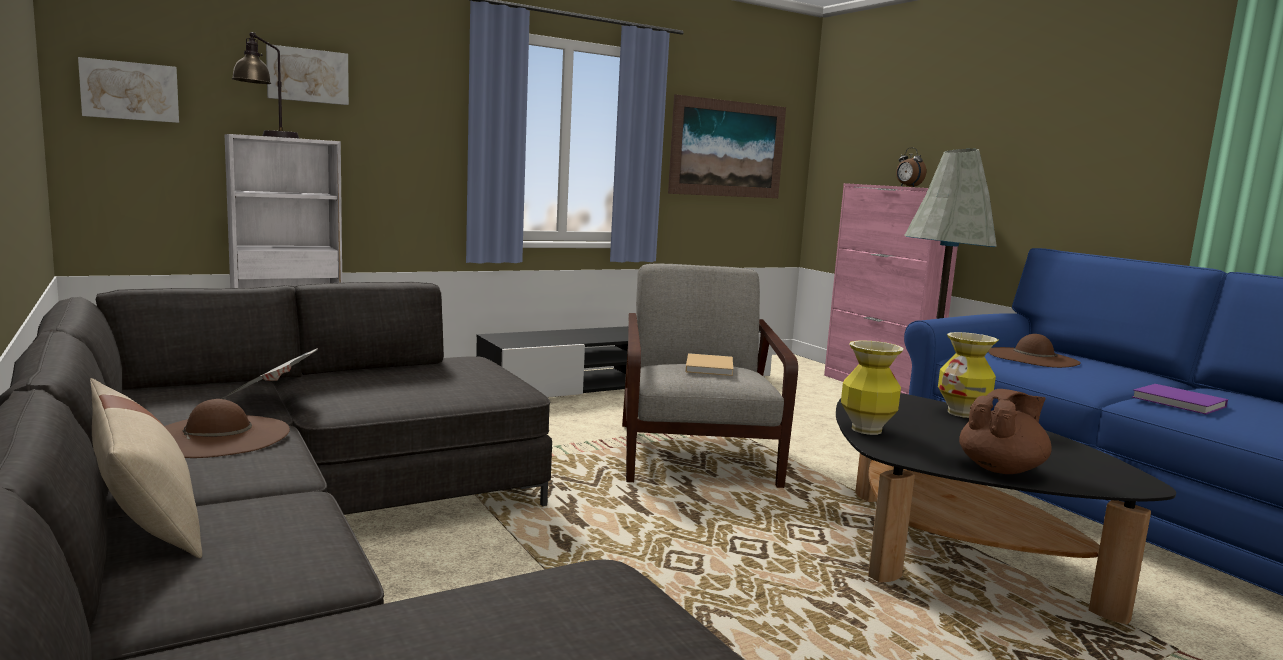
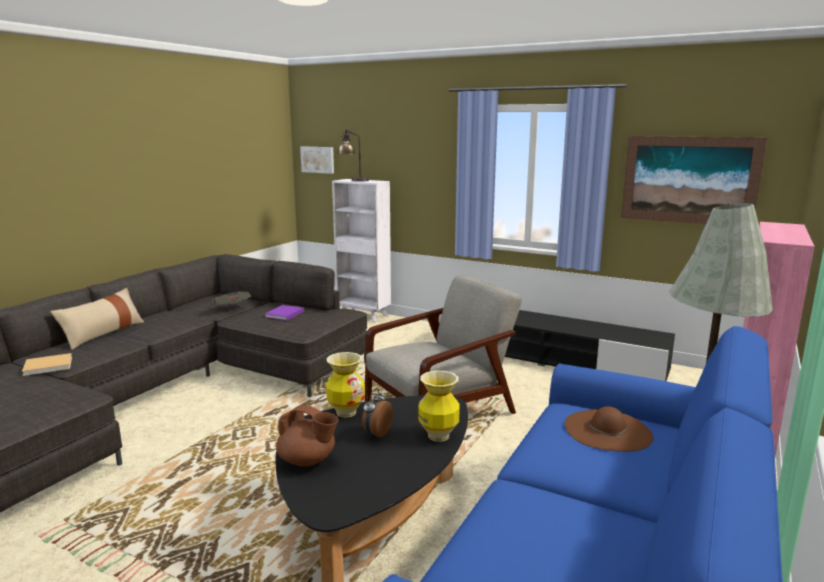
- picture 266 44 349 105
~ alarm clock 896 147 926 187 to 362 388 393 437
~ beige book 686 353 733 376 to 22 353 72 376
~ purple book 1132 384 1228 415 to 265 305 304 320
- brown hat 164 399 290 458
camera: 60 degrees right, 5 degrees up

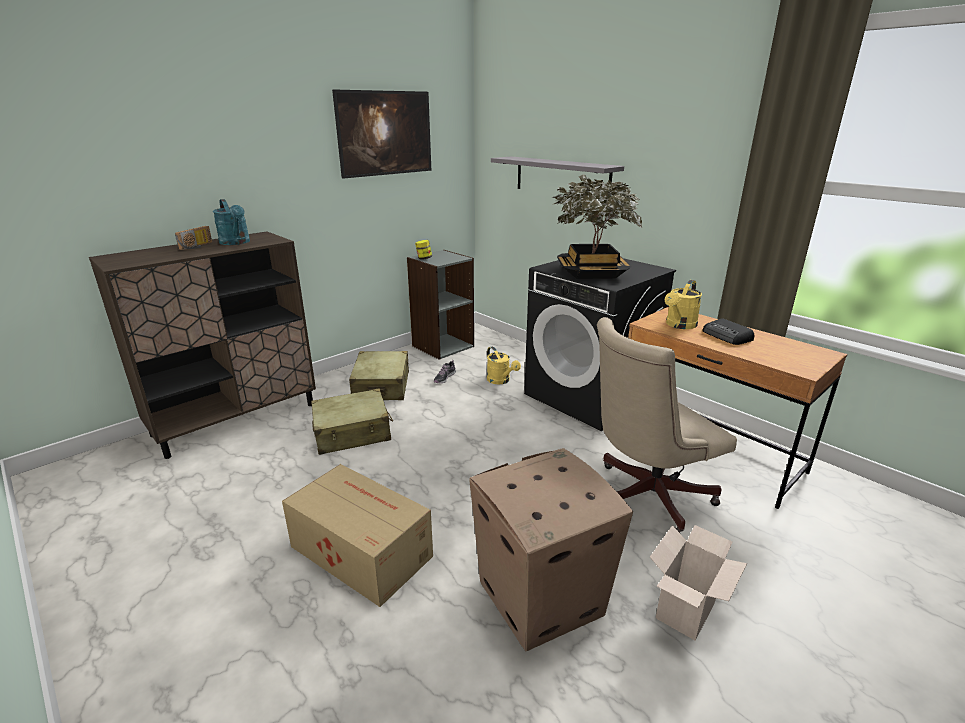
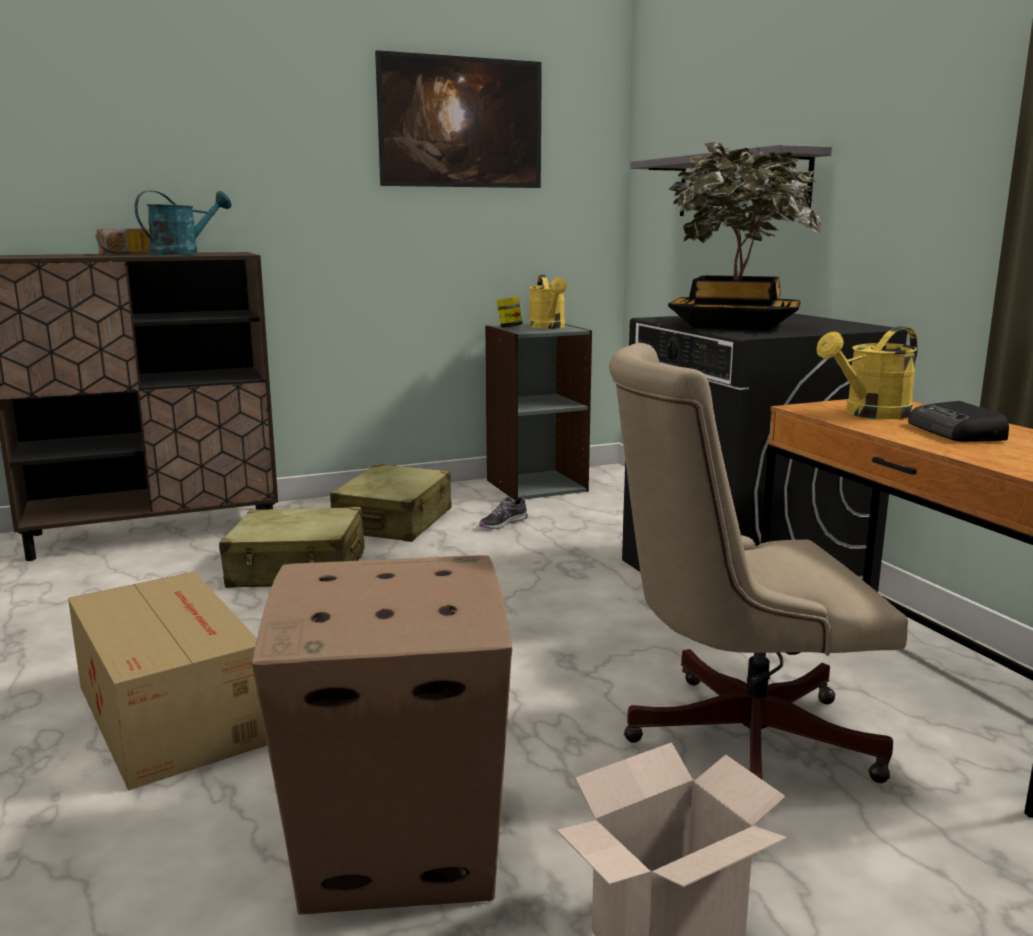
~ turquoise watering can 213 199 250 245 = 135 191 232 255 120 degrees counterclockwise
~ yellow watering can 487 346 521 385 to 529 275 567 329
camera: 20 degrees right, 10 degrees down

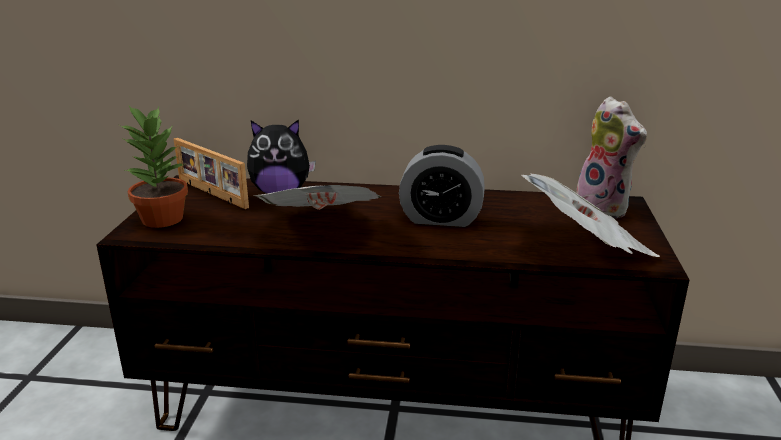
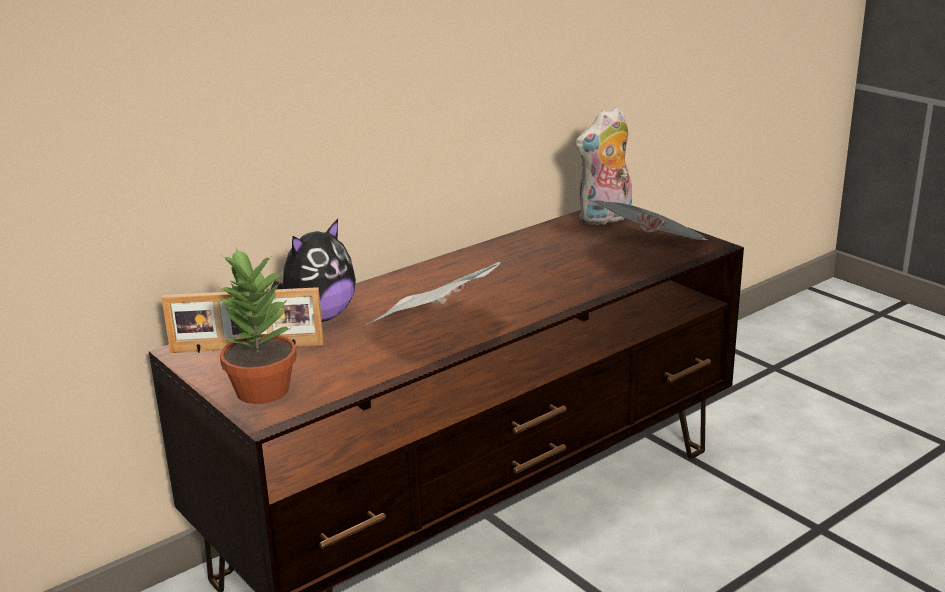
~ plush toy 576 96 647 219 = 576 107 632 225 135 degrees clockwise
- alarm clock 399 145 485 227
camera: 45 degrees left, 0 degrees up

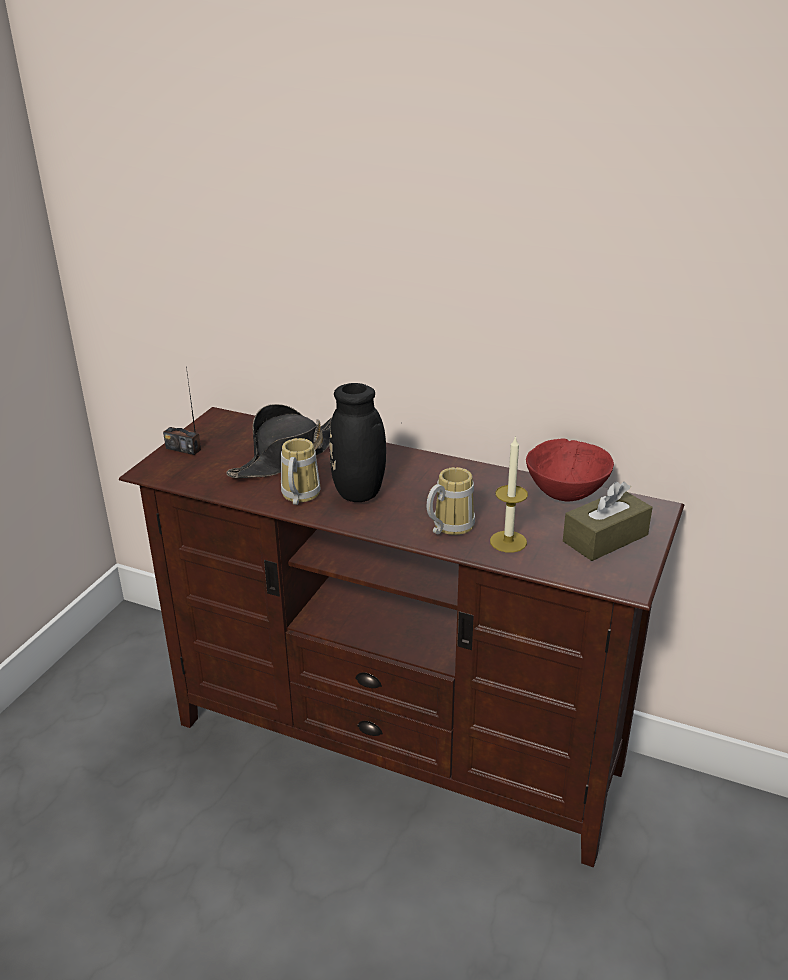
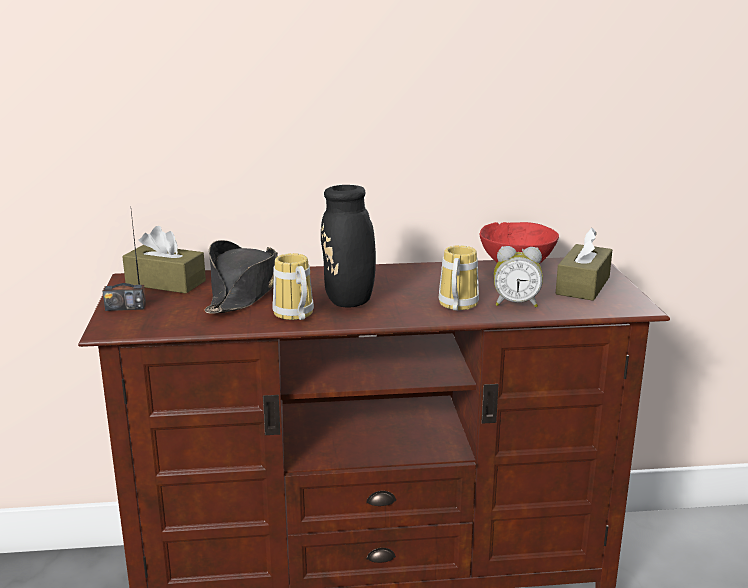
~ candle 490 435 528 553 to alarm clock 494 246 543 307
+ brown tissue box 122 226 206 293
camera: 30 degrees left, 10 degrees down

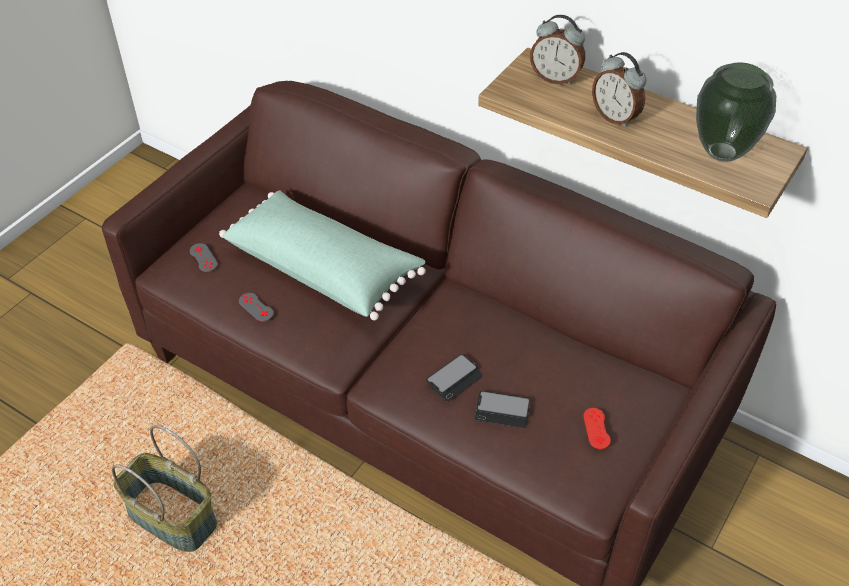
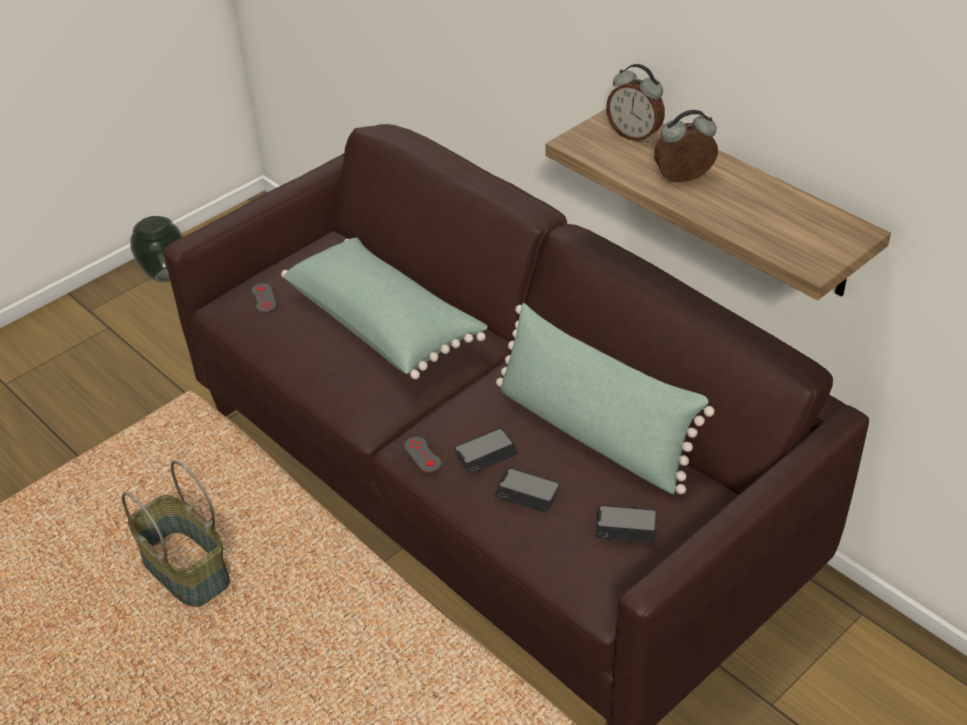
~ alarm clock 592 52 646 128 = 654 110 718 182 105 degrees clockwise
~ vase 696 62 776 162 to 131 216 183 282
~ grey game controller 239 293 274 322 to 404 437 441 472
~ red game controller 583 408 611 449 to phone 595 505 657 543
+ green pillow 496 303 714 494
camera: 15 degrees right, 5 degrees down

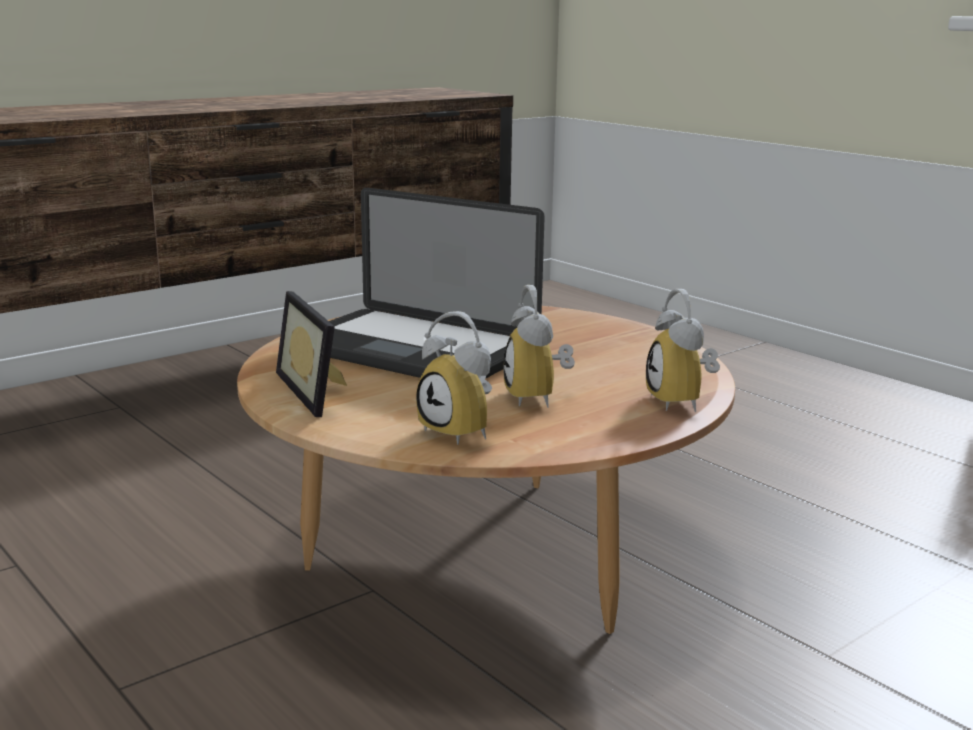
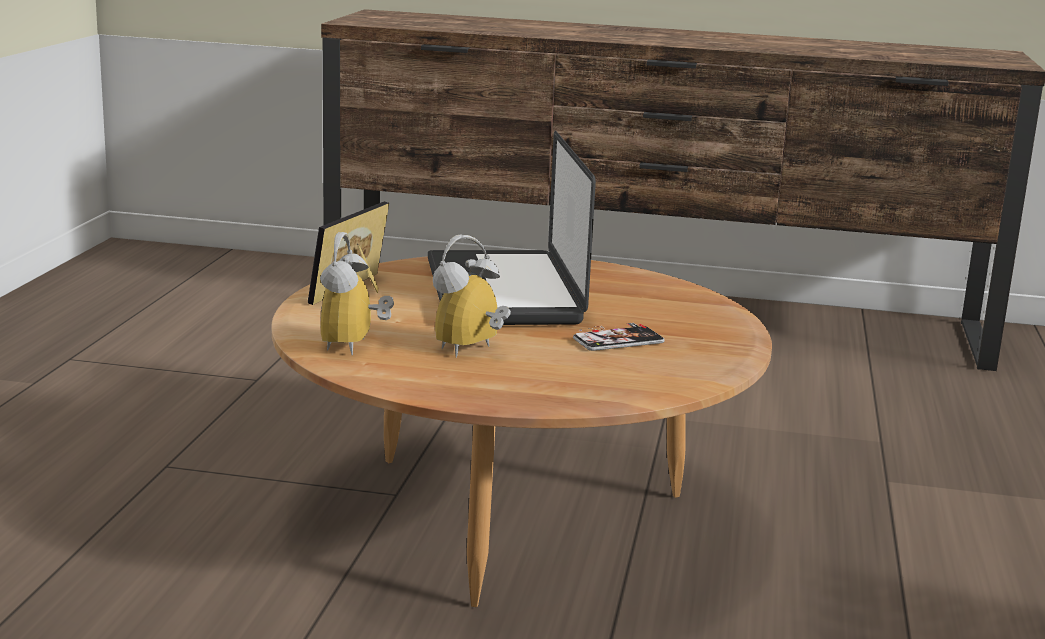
- alarm clock 646 289 720 412
+ phone 573 323 665 351
camera: 50 degrees right, 0 degrees up

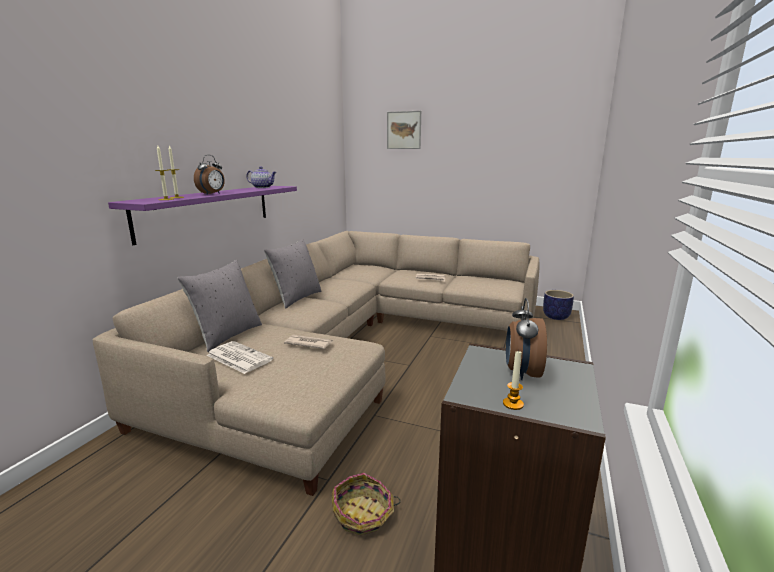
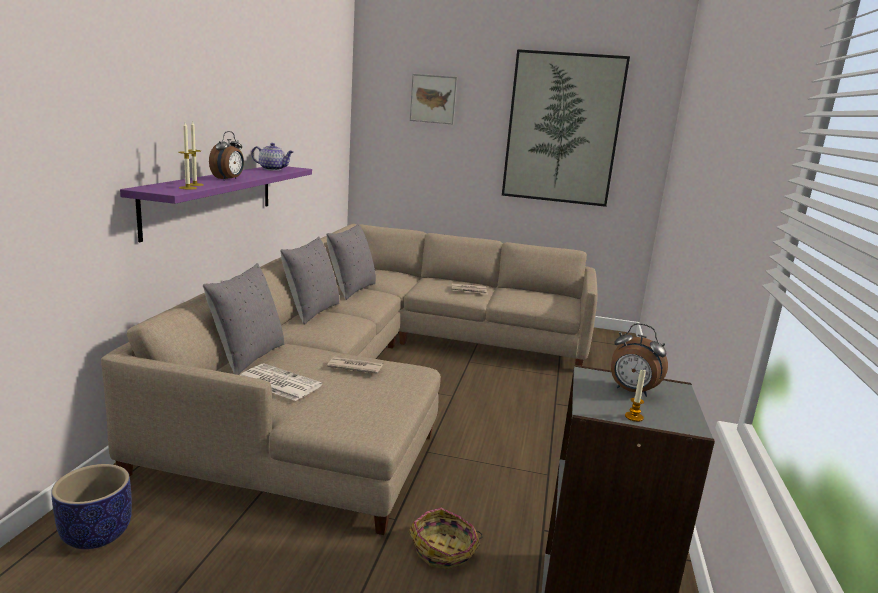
~ planter 543 290 574 320 to 51 464 132 549
~ alarm clock 506 298 547 380 = 611 323 668 397 60 degrees counterclockwise
+ picture 502 49 630 207
+ grey pillow 326 223 376 300
camera: 10 degrees left, 0 degrees up

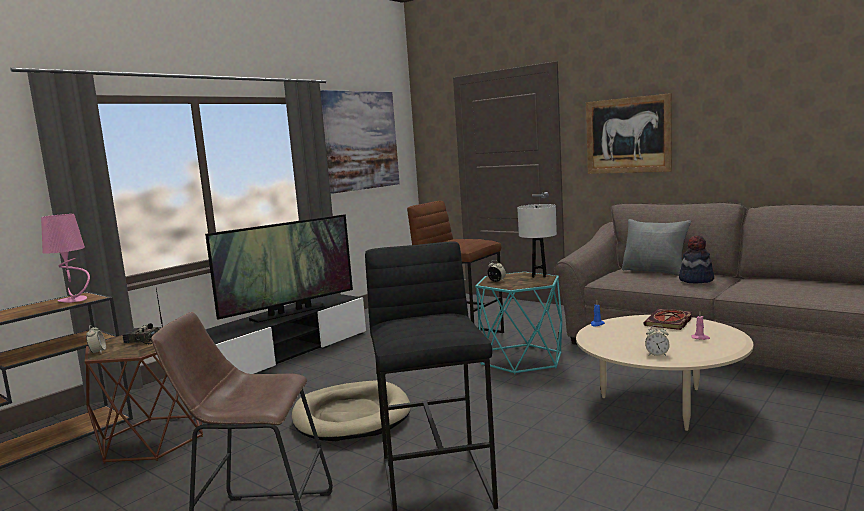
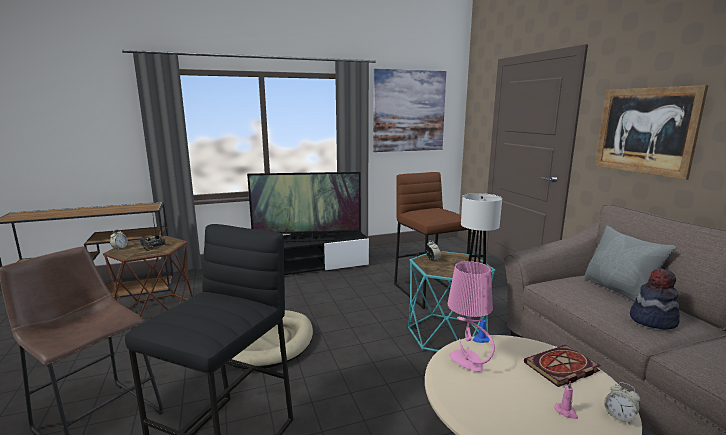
~ pink table lamp 41 214 90 303 to 448 261 495 372
~ alarm clock 645 325 670 356 to 604 382 641 425
camera: 30 degrees right, 5 degrees up

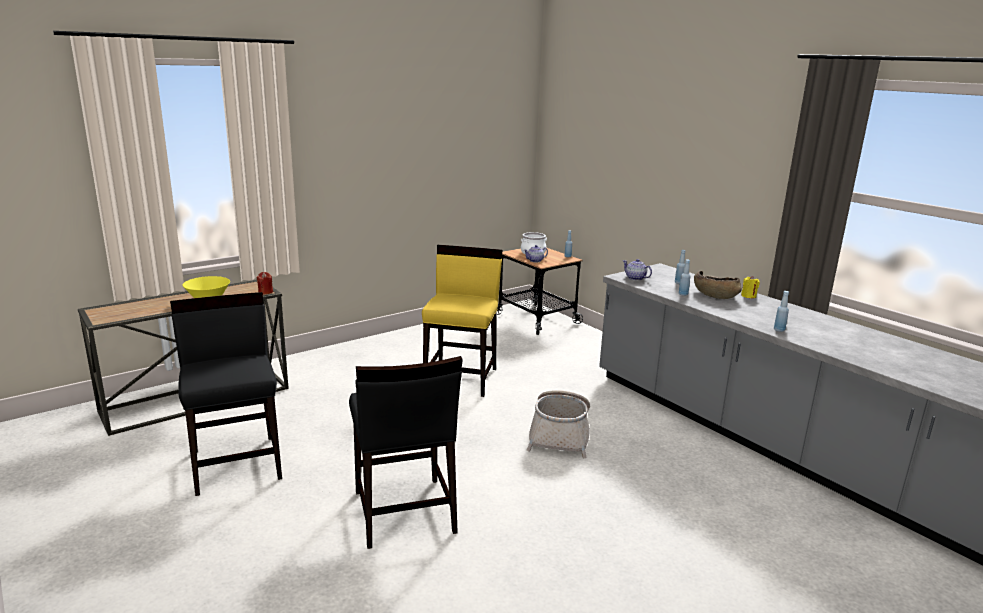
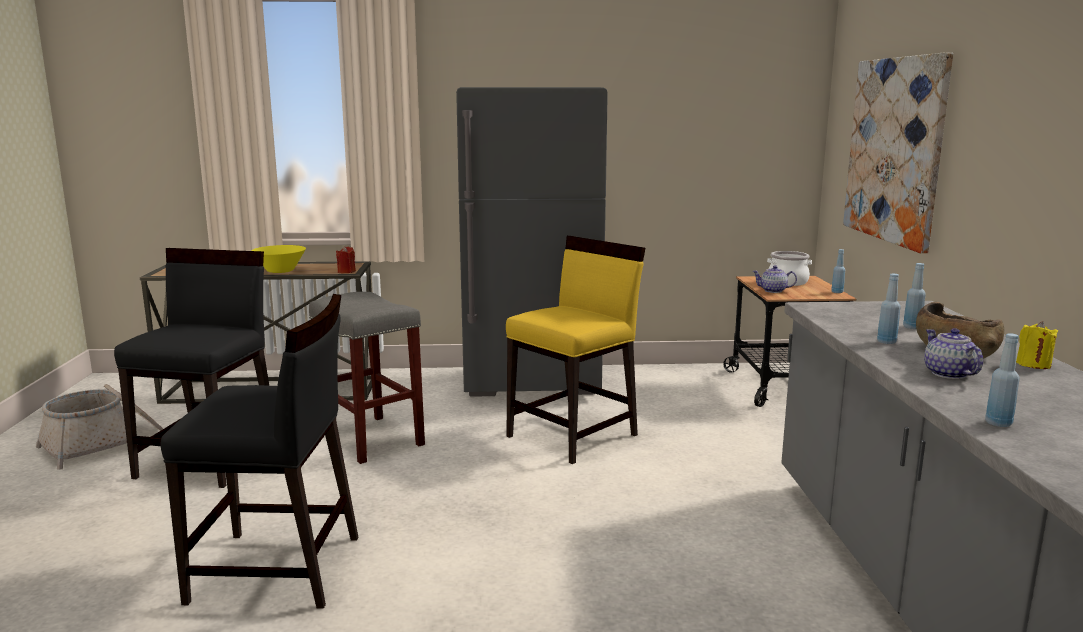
~ teapot 622 259 652 281 to 924 328 983 379
~ black chair 349 356 463 549 = 161 294 359 609 105 degrees counterclockwise
~ basket 527 390 590 458 to 36 384 163 469
+ picture 843 52 953 253
+ grey fridge 456 87 608 397
+ grey stool 309 292 425 464
camera: 35 degrees right, 5 degrees down

